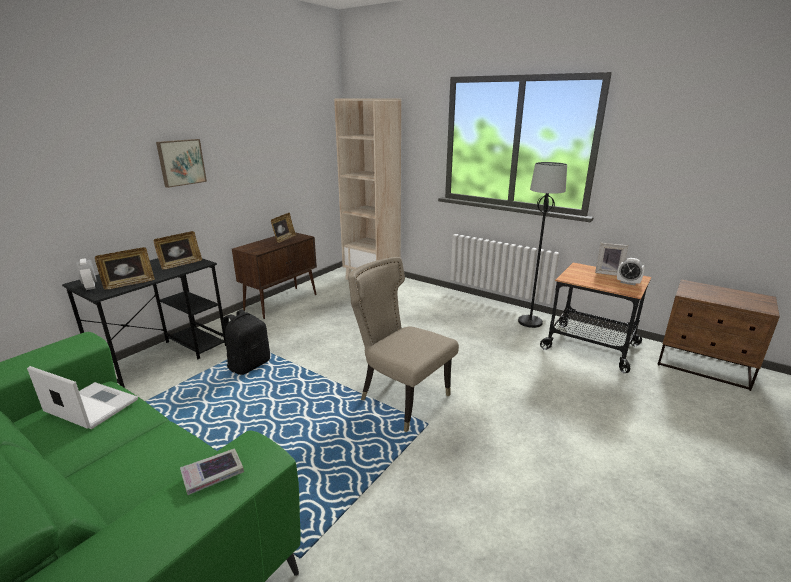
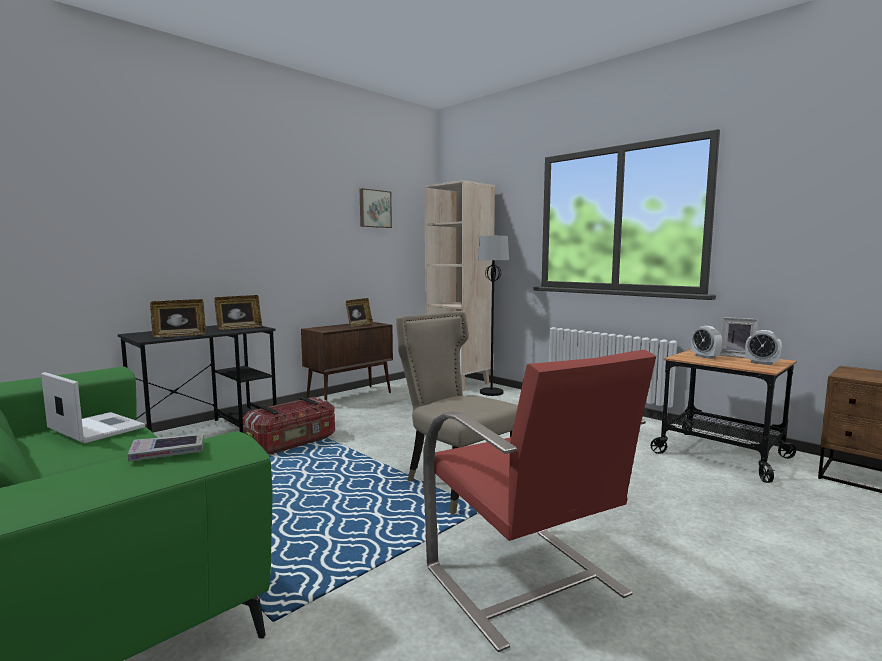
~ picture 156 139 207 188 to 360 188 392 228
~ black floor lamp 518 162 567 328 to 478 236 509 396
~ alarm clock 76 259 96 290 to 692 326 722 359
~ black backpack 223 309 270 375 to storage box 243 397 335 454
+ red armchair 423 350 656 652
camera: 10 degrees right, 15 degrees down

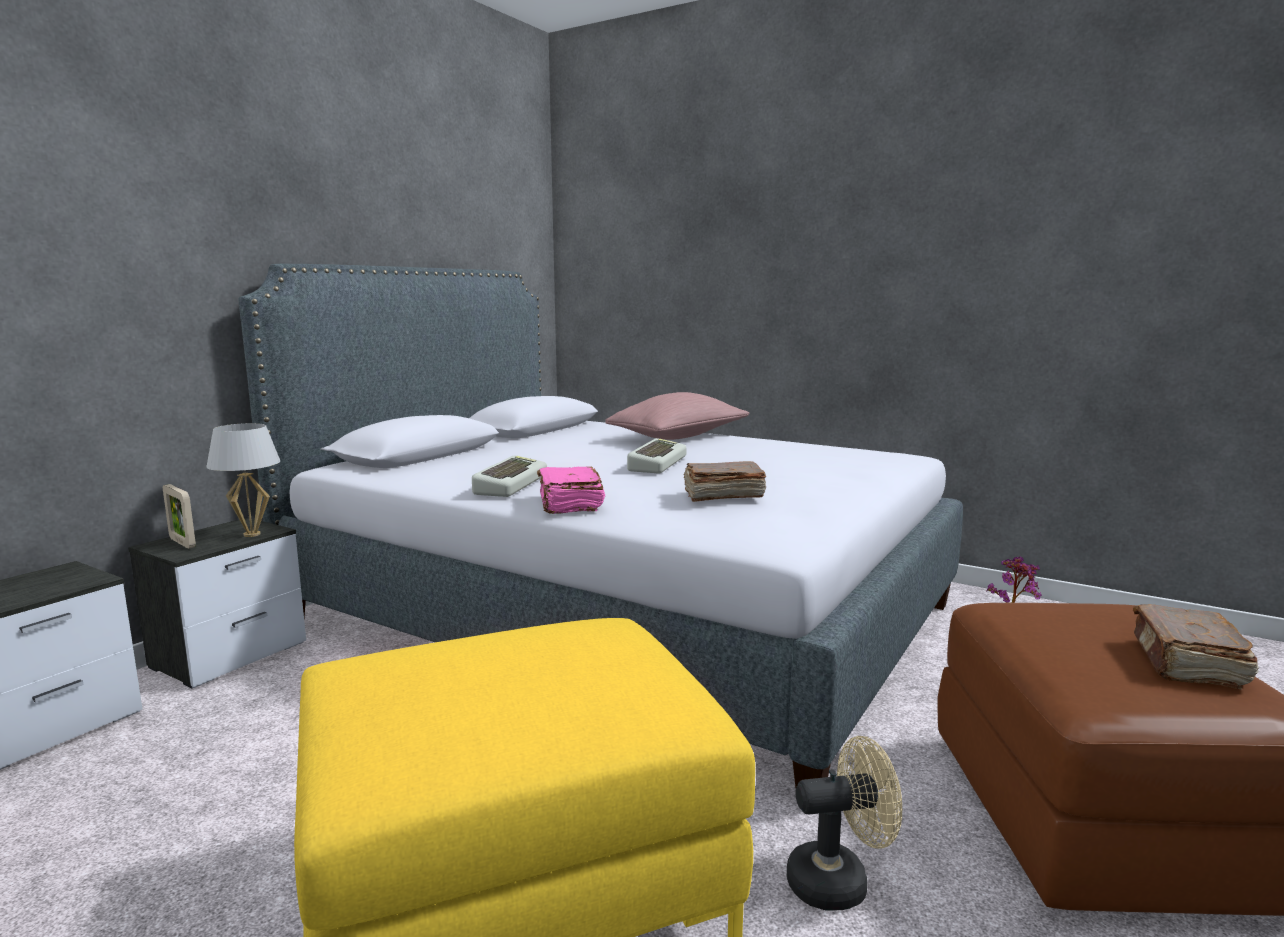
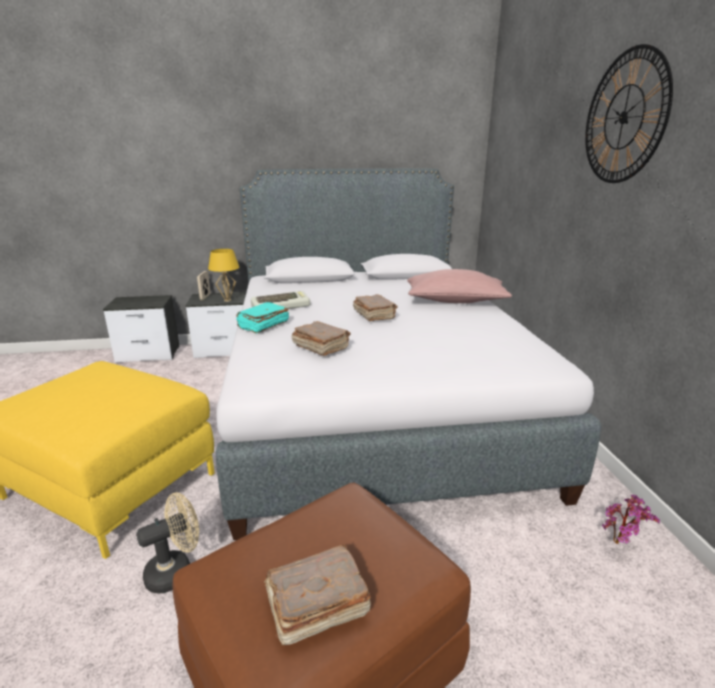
~ white table lamp 207 423 280 537 to yellow table lamp 208 249 240 302
~ keyboard 627 438 686 474 to brown book 353 294 398 321
~ pink book 537 466 605 514 to turquoise book 236 302 289 334
~ beige fan 787 736 902 911 = 136 492 199 593 75 degrees counterclockwise
+ wall clock 585 44 673 183
camera: 50 degrees right, 10 degrees up

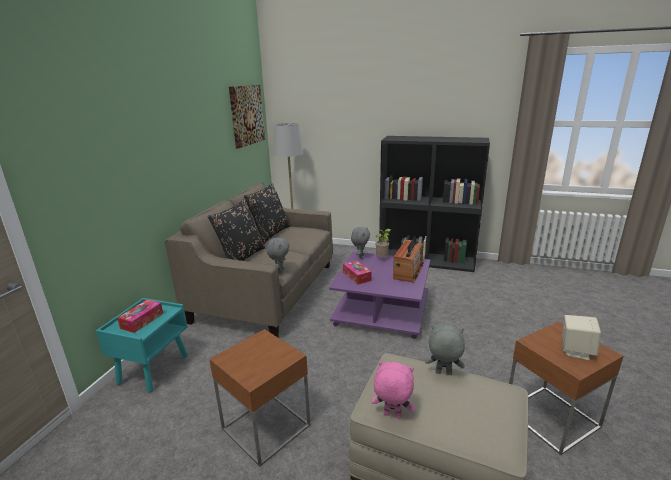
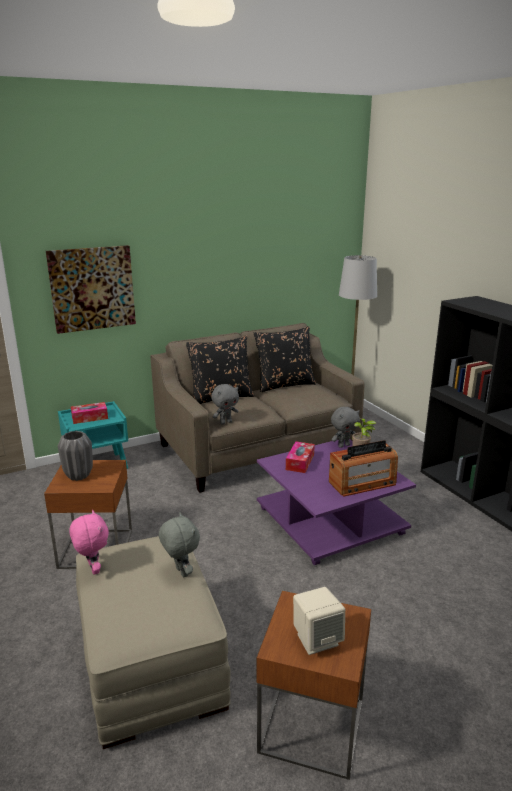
~ picture 229 85 265 149 to 46 245 136 334
+ grey vase 58 431 93 481
camera: 45 degrees right, 0 degrees up

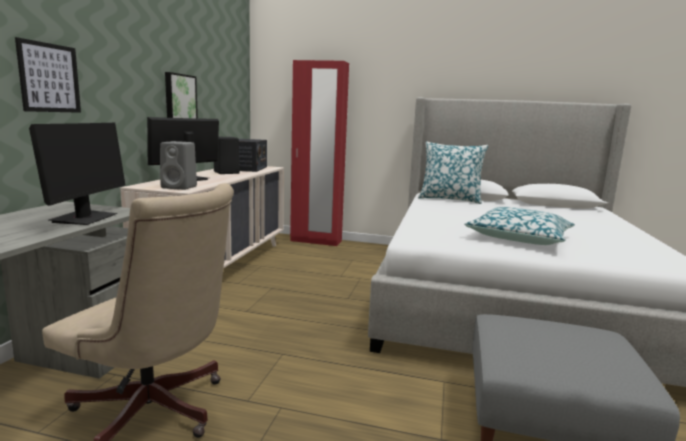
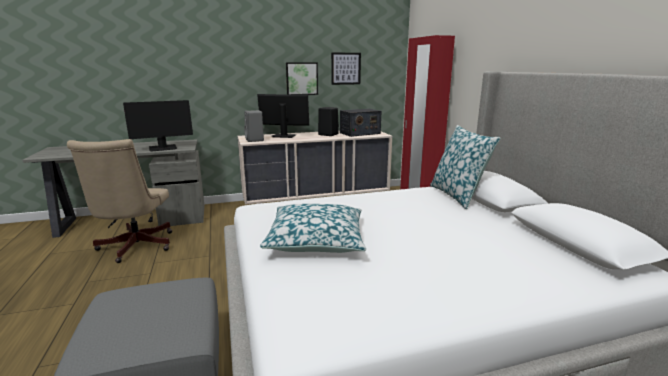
~ picture 15 37 81 113 to 331 53 361 85
camera: 60 degrees right, 5 degrees up

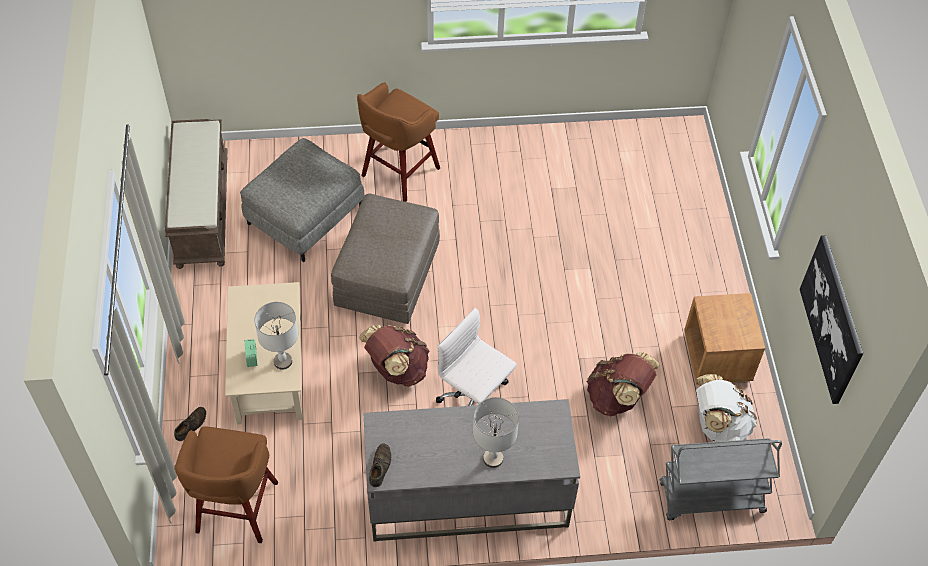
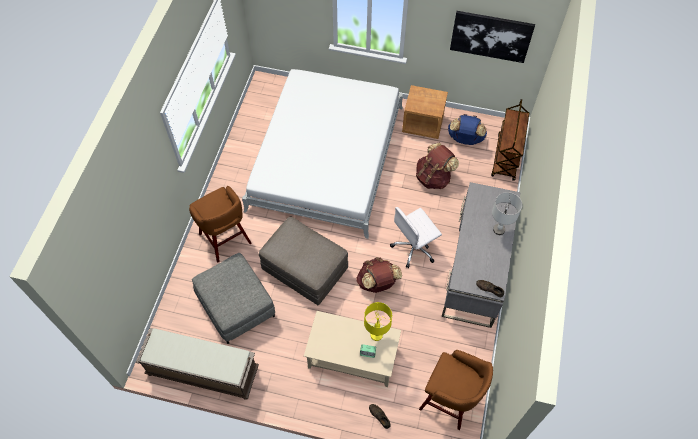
~ grey table lamp 254 302 298 370 to yellow table lamp 364 302 392 341
~ white backpack 696 374 757 442 to blue backpack 448 114 487 145
~ grey cart 659 438 782 520 to brown cart 491 99 529 181
+ white bed 242 69 403 239
camera: 70 degrees left, 5 degrees up

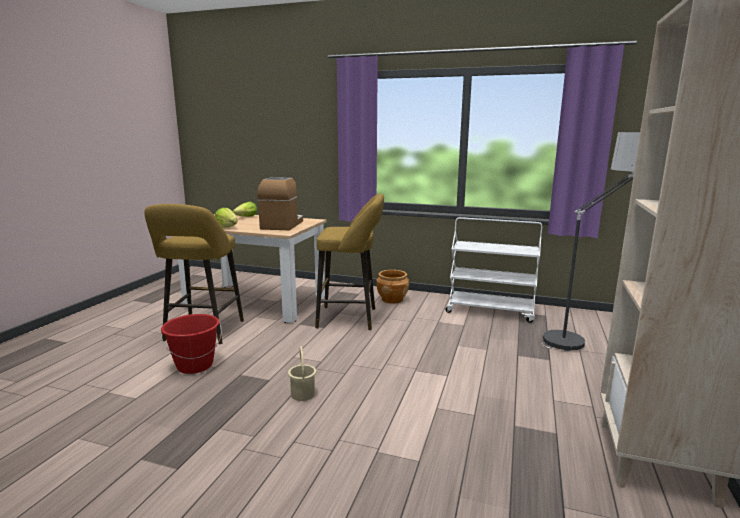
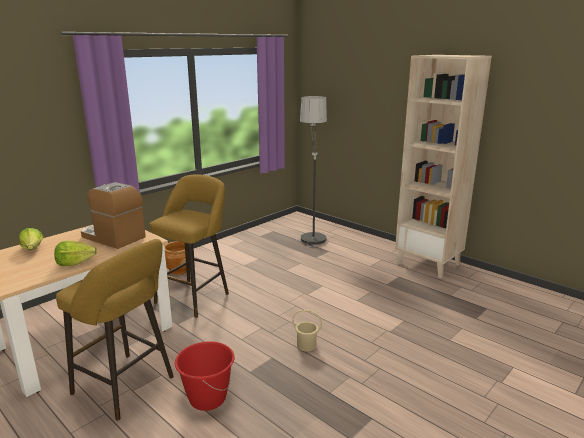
- white cart 445 217 542 323
camera: 65 degrees left, 5 degrees up

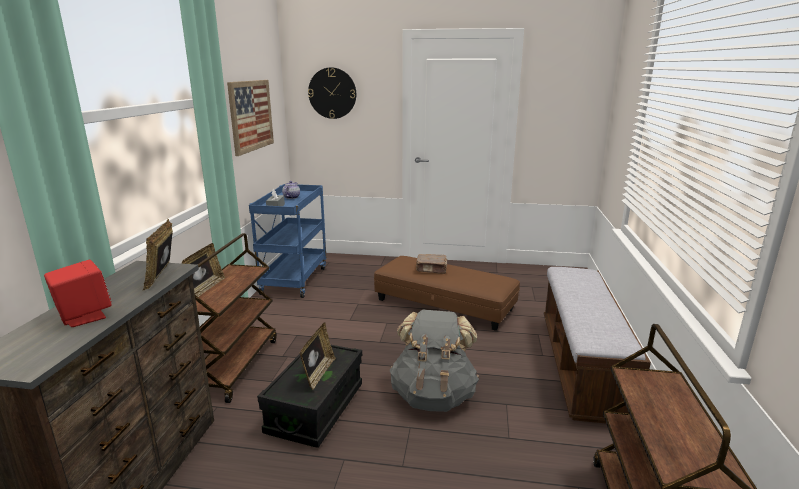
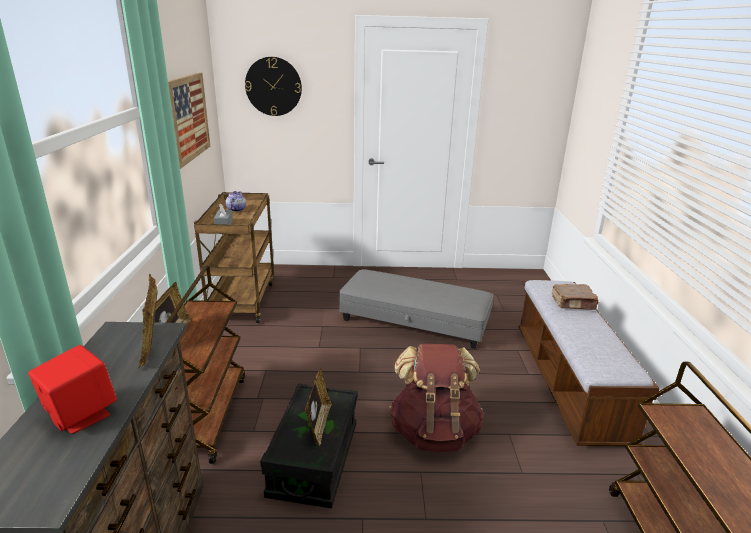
~ blue cart 249 184 327 298 to brown cart 194 192 274 323
~ brown book 416 254 447 274 to 552 284 599 310
~ brown ottoman 374 256 520 331 to grey ottoman 339 269 494 349
~ grey backpack 390 309 479 412 to brown backpack 389 343 484 452
camera: 10 degrees left, 5 degrees up

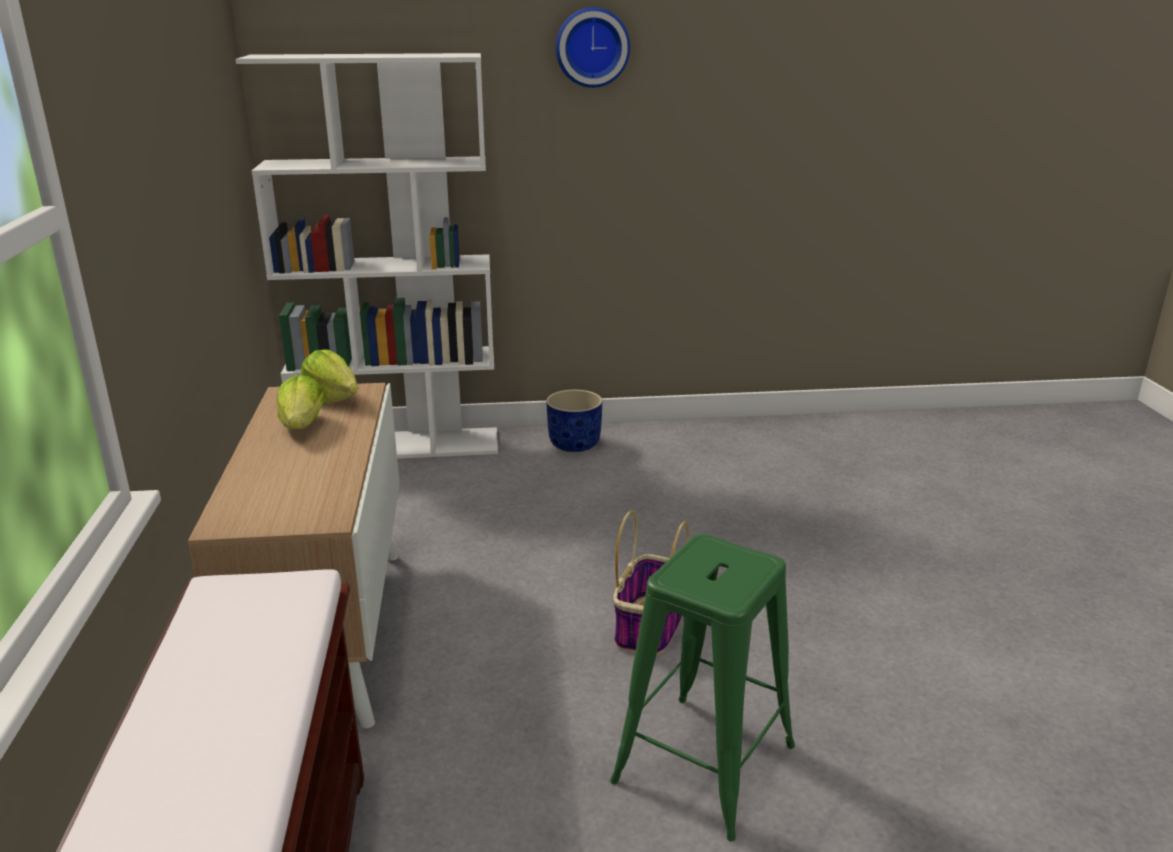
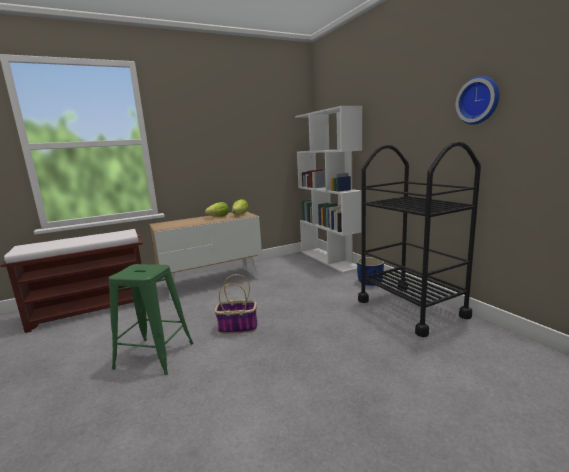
~ wall clock 556 7 630 88 to 456 76 499 125
+ black cart 358 141 481 337
camera: 70 degrees right, 10 degrees down

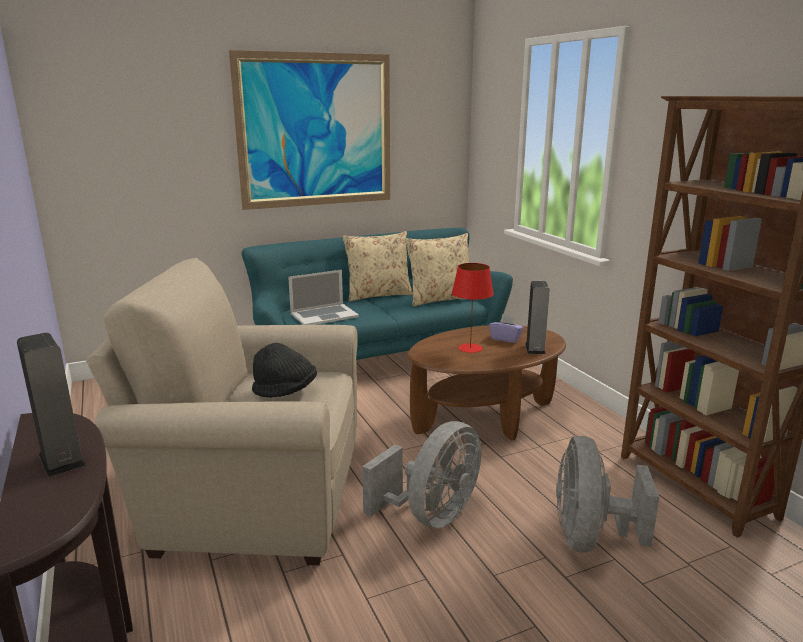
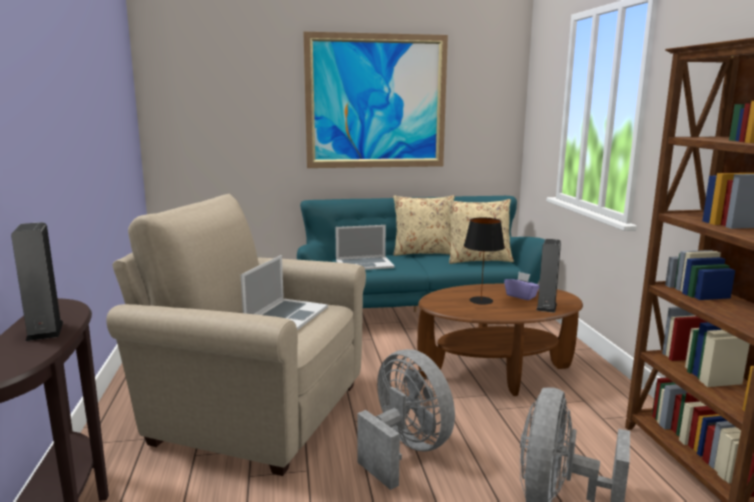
~ red table lamp 452 263 494 353 to black table lamp 464 218 505 305
~ black hat 252 343 317 398 to laptop 241 255 328 330
~ grey fan 362 421 481 528 = 357 349 455 490 90 degrees counterclockwise
camera: 15 degrees right, 5 degrees down

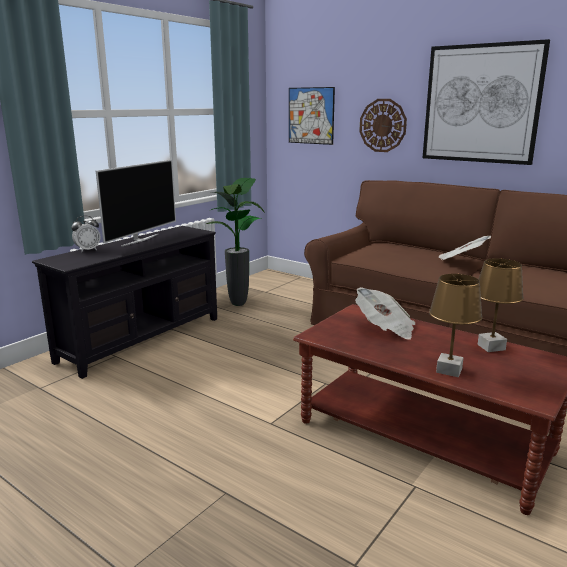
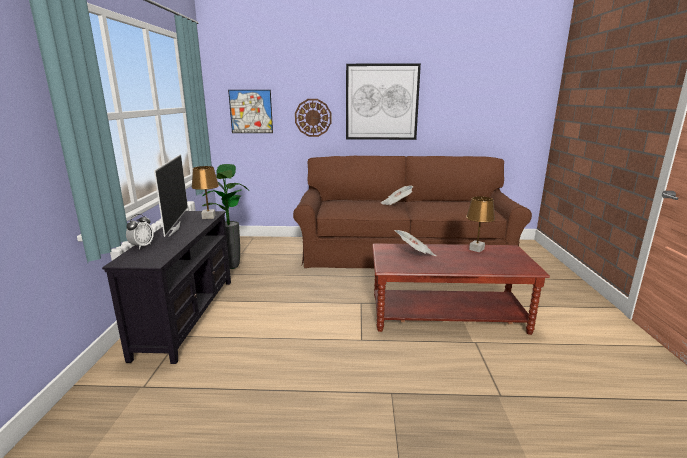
~ brown table lamp 429 274 483 377 to 191 166 219 219
camera: 35 degrees left, 0 degrees up

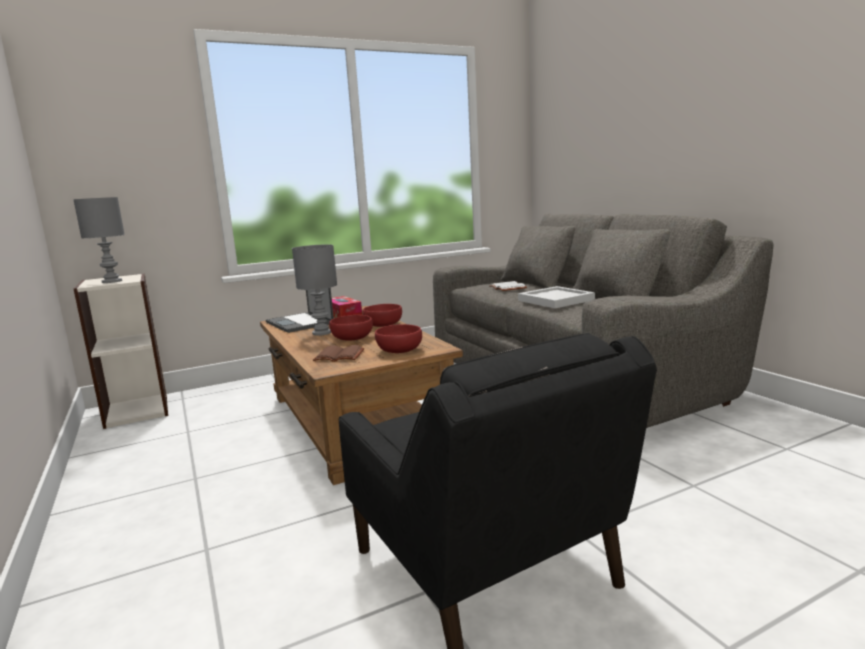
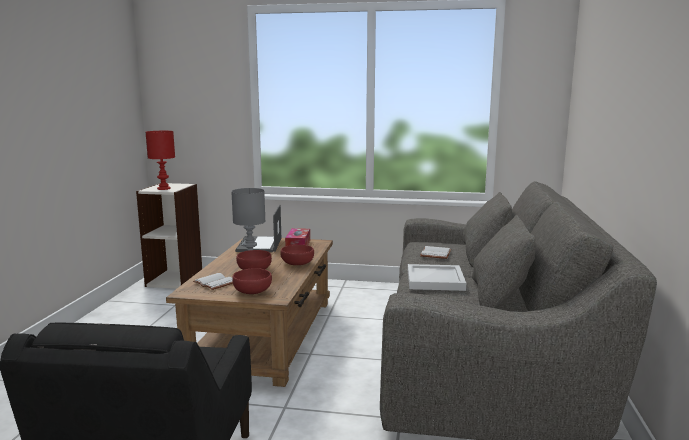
~ grey table lamp 73 197 125 283 to red table lamp 146 131 175 190
~ brown book 313 345 364 362 to white book 193 273 233 290
camera: 35 degrees right, 0 degrees up

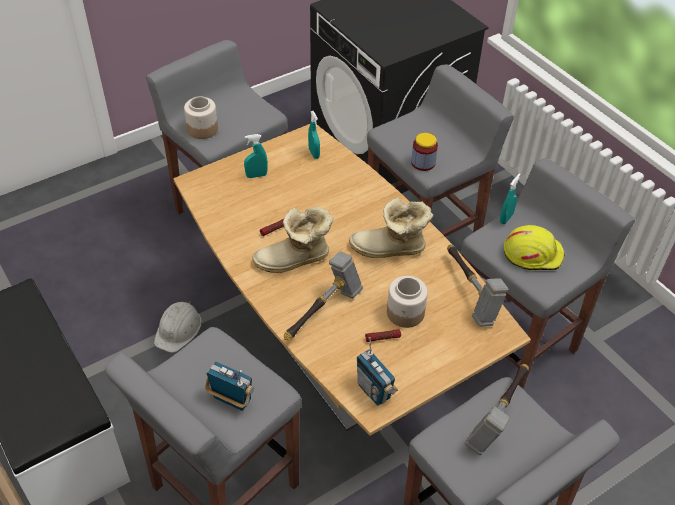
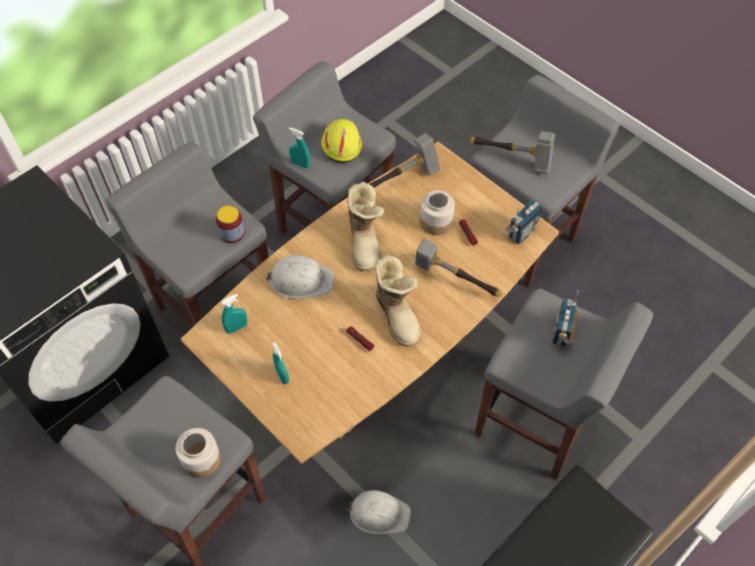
+ white hard hat 265 255 334 299
camera: 100 degrees left, 10 degrees up

